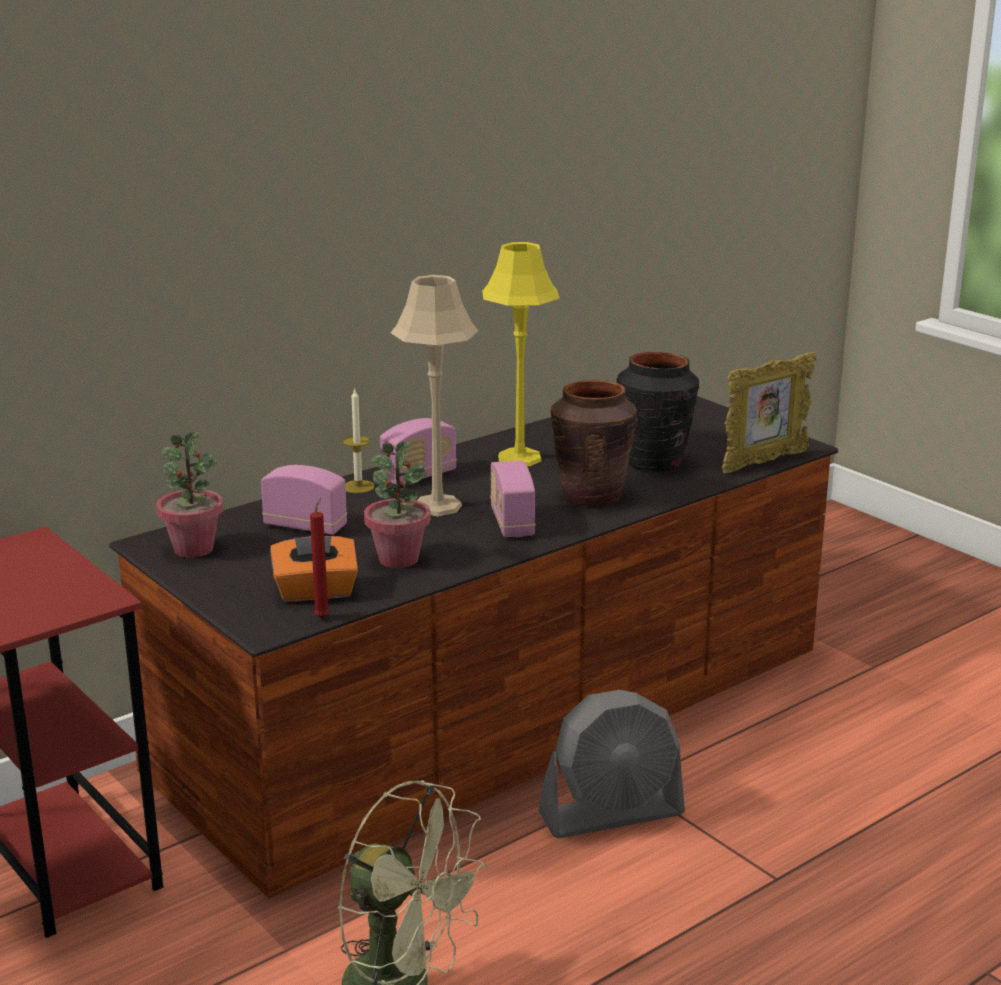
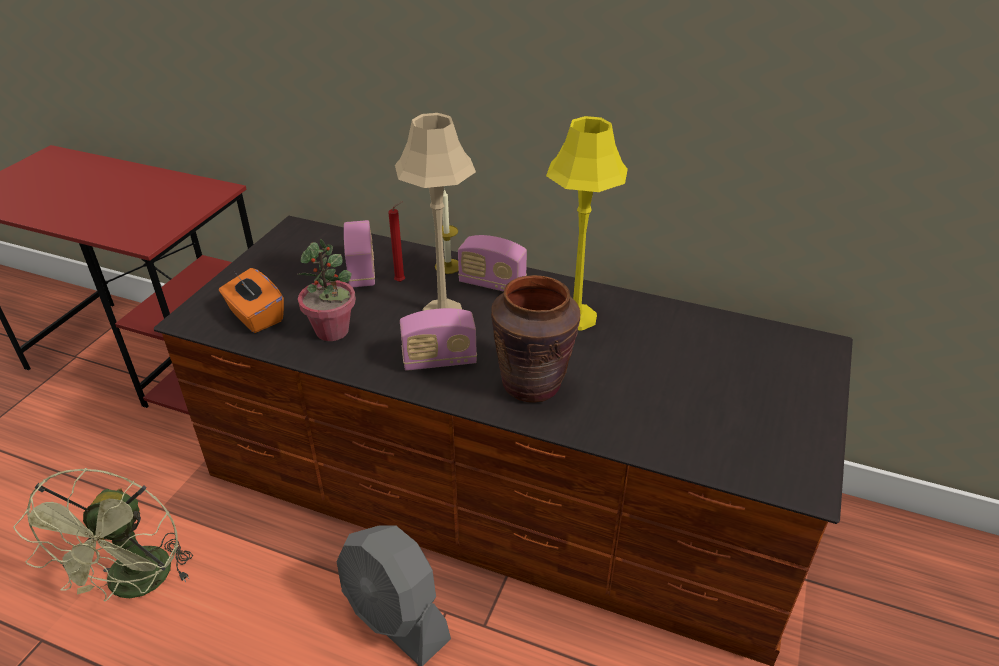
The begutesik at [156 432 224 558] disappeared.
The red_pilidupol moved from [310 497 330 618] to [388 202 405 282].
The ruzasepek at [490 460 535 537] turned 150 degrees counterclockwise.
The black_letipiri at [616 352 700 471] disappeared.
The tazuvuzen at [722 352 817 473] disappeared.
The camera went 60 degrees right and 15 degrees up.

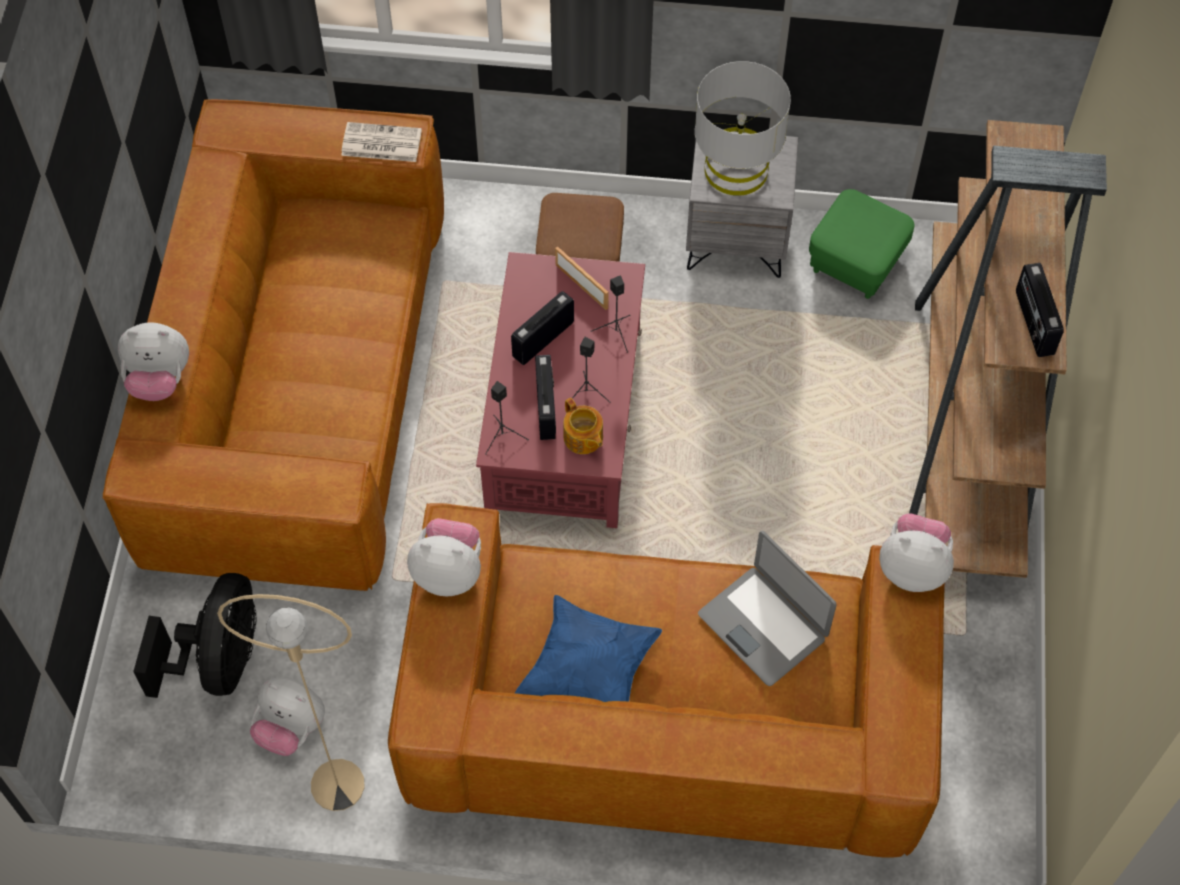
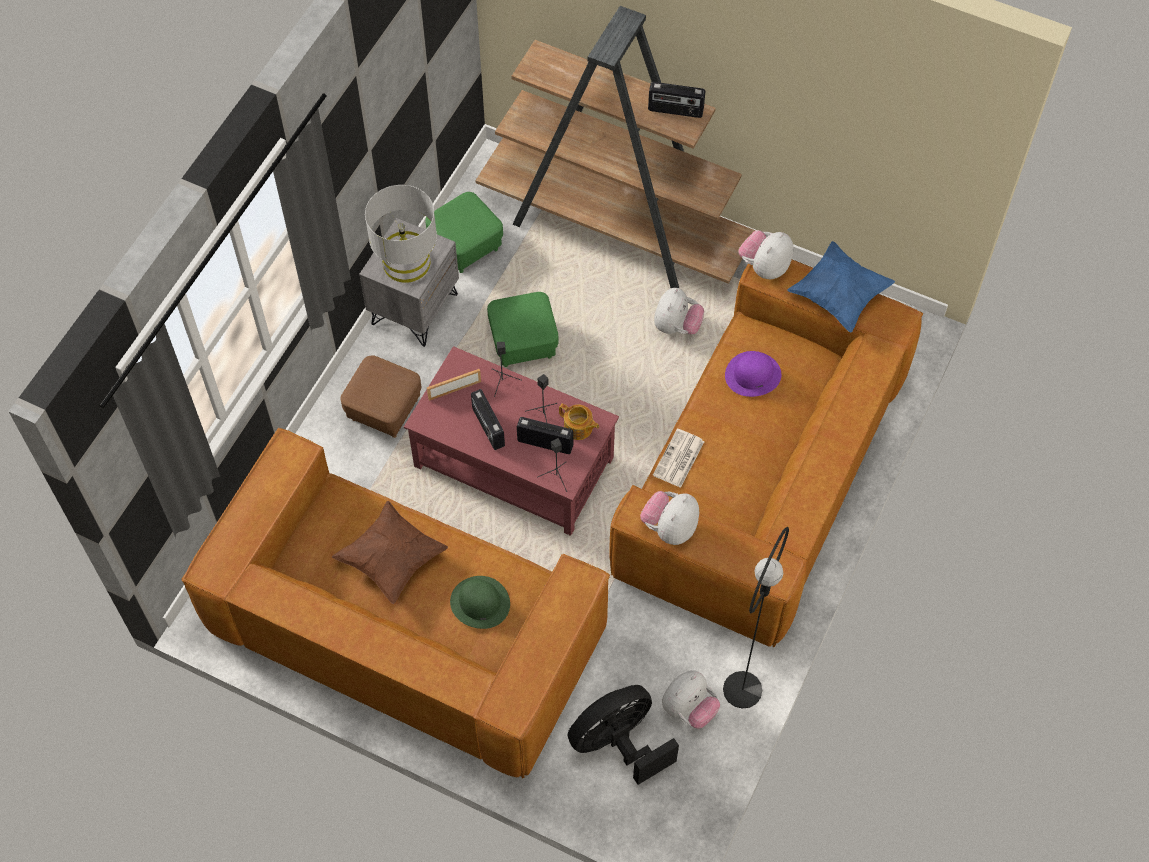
The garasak moved from [118 322 189 401] to [654 288 704 334].
The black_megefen at [133 573 257 698] turned 60 degrees counterclockwise.
The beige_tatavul at [217 594 365 811] became the black_tatavul at [723 527 789 709].
The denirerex moved from [341 122 422 162] to [653 429 704 488].
The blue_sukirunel moved from [515 595 662 702] to [787 241 895 333].
The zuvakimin at [563 398 603 454] turned 45 degrees clockwise.
The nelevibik at [698 531 837 686] was replaced by the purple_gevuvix at [725 351 781 397].
The brown_sukirunel at [332 501 448 604] appeared.
The green_gevuvix at [450 576 510 629] appeared.
The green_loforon at [487 292 558 367] appeared.
The camera went 70 degrees left and 0 degrees up.

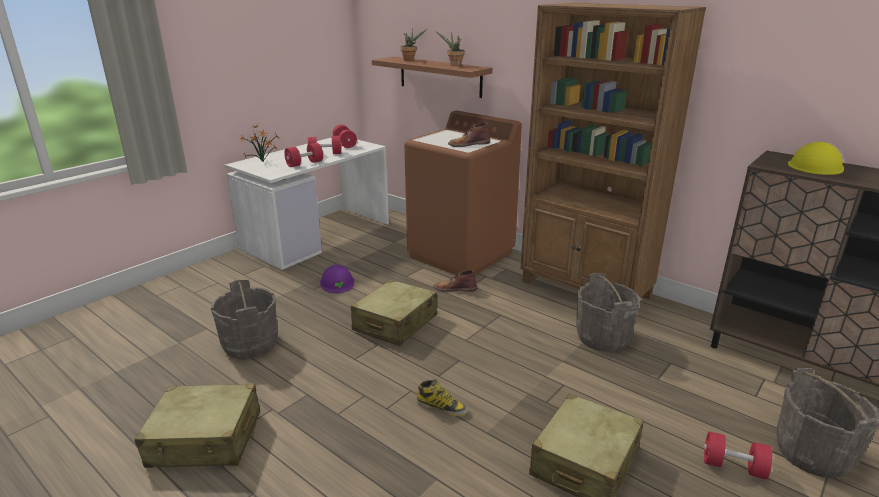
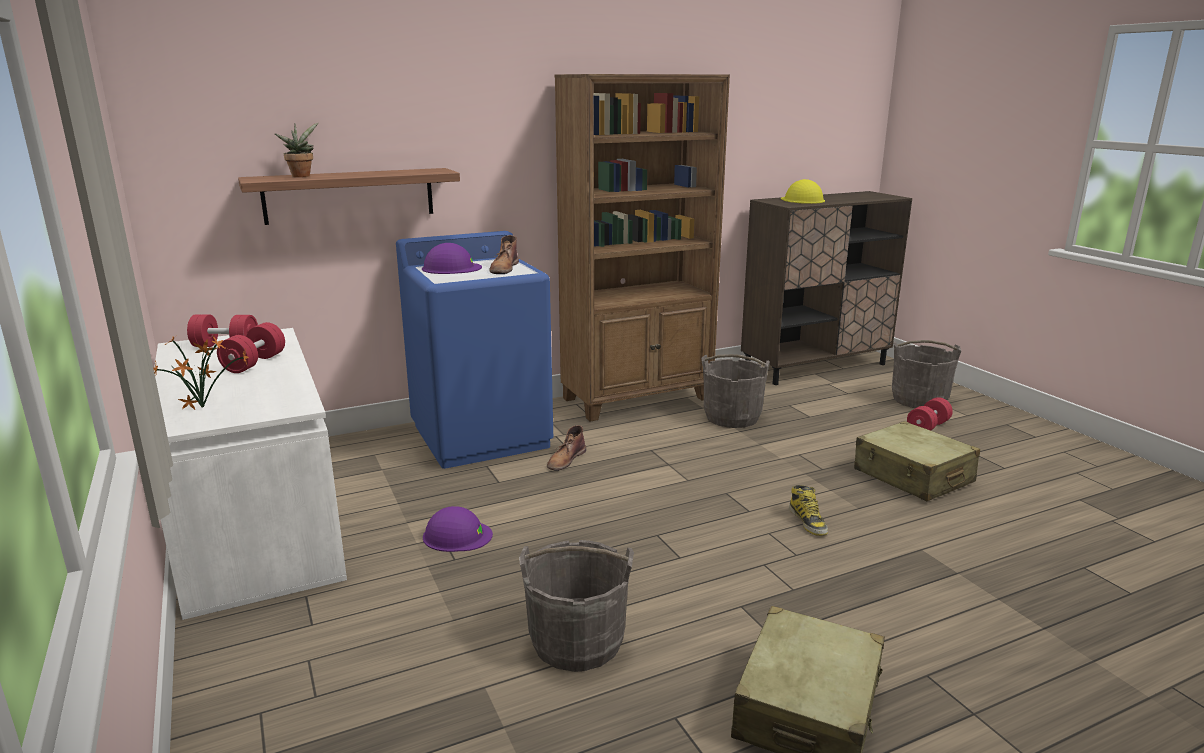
The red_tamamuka at [284 143 323 167] disappeared.
The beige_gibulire at [351 280 437 346] disappeared.
The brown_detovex at [404 111 522 275] became the blue_detovex at [396 231 553 469].
The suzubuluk at [416 379 468 416] turned 120 degrees clockwise.
The begutesik at [437 32 465 66] disappeared.
The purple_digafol at [422 243 482 274] appeared.
The camera went 65 degrees left and 5 degrees down.

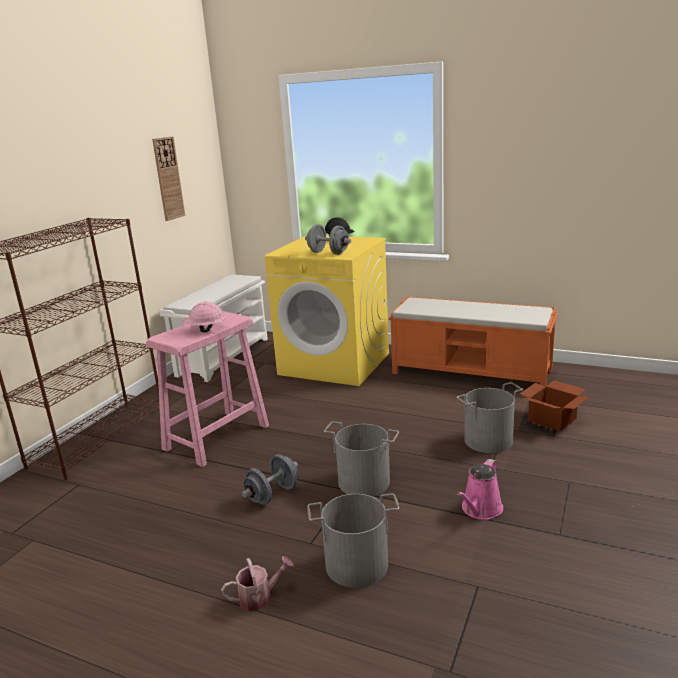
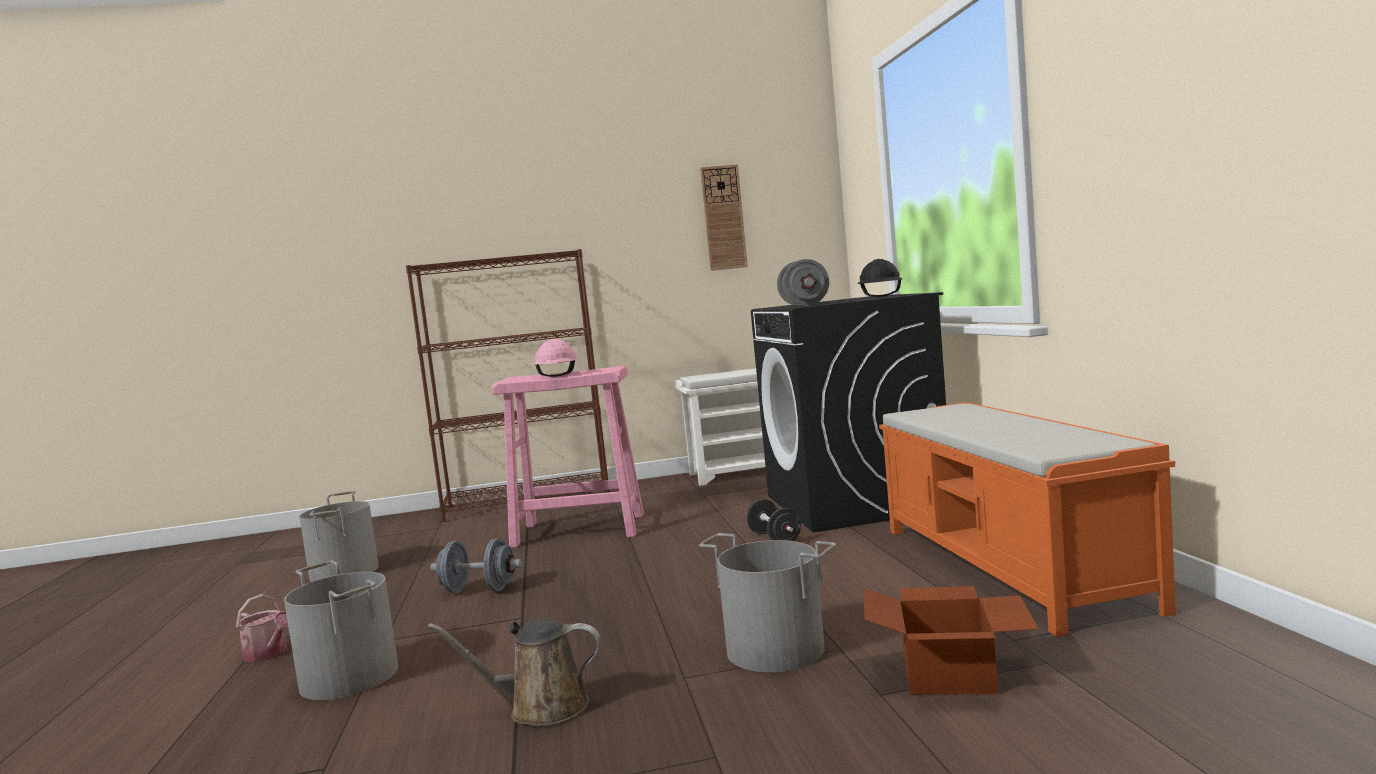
The yellow_detovex at [265 236 389 386] became the black_detovex at [751 292 946 532].
The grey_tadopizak moved from [324 421 399 496] to [299 491 379 582].
The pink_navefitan at [457 459 503 520] became the brown_navefitan at [428 619 601 726].
The black_tamamuka at [746 499 801 541] appeared.
The camera went 55 degrees right and 15 degrees down.

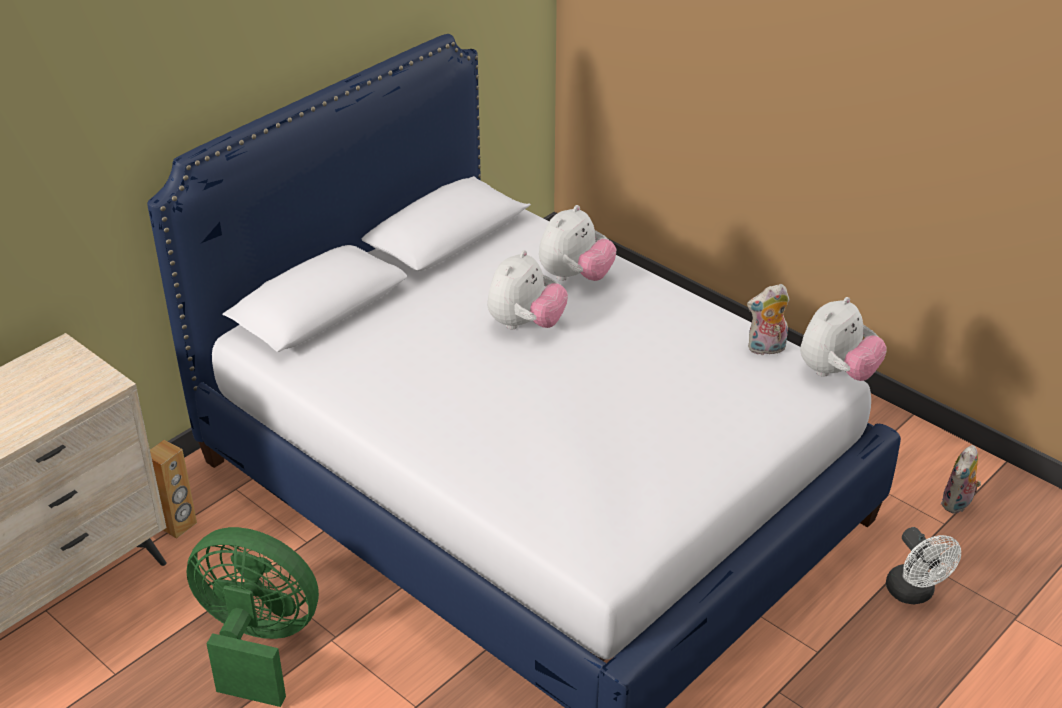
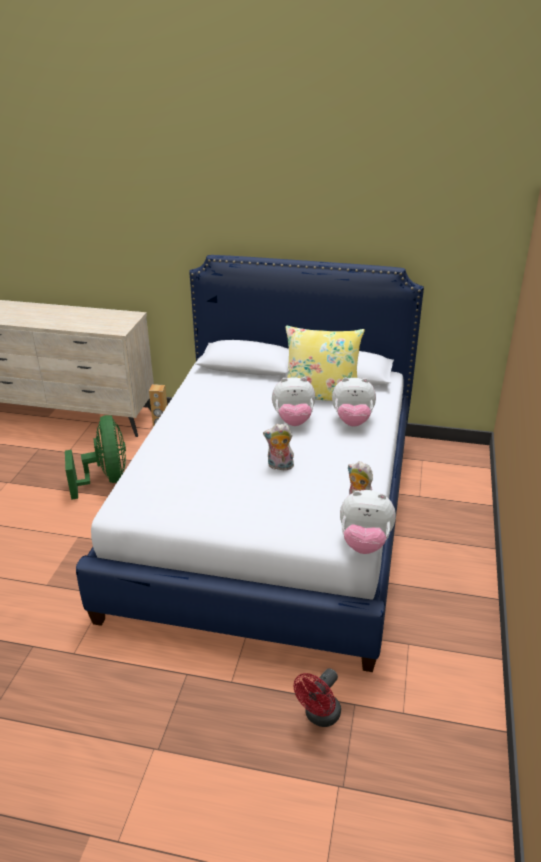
The white_megefen at [886 527 961 604] became the red_megefen at [294 668 341 727].
The garasak moved from [941 445 981 514] to [263 424 294 470].
The yellow_sukirunel at [286 326 365 401] appeared.
The camera went 60 degrees right and 5 degrees down.

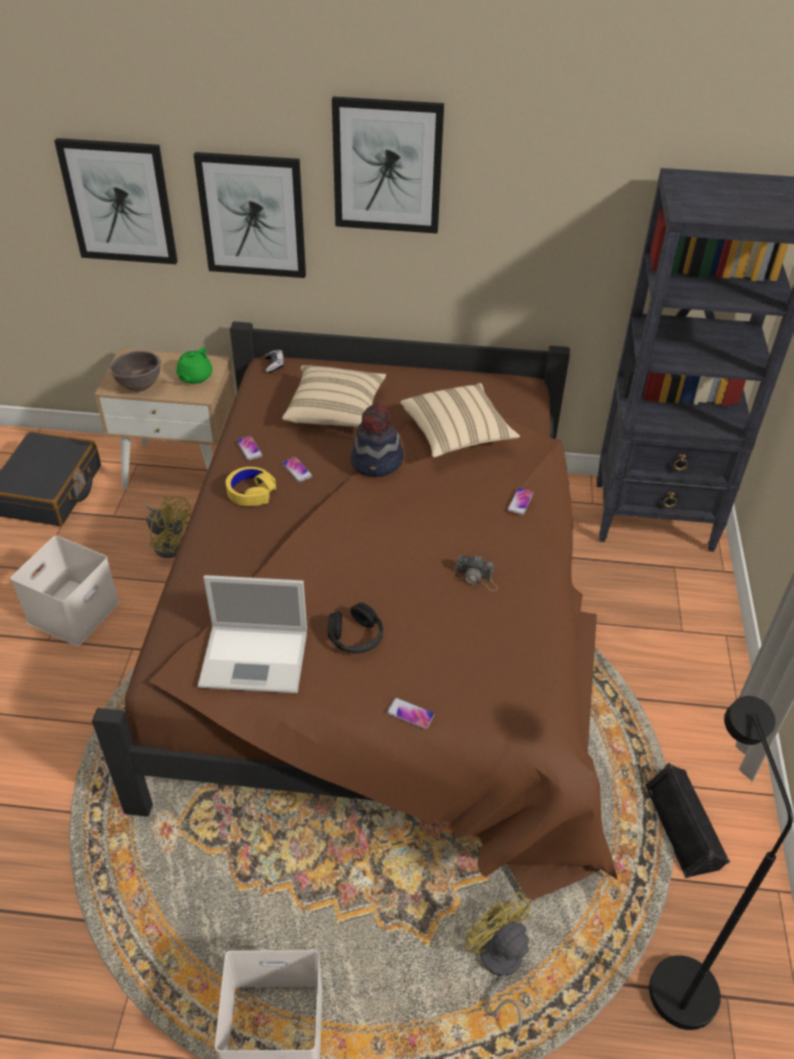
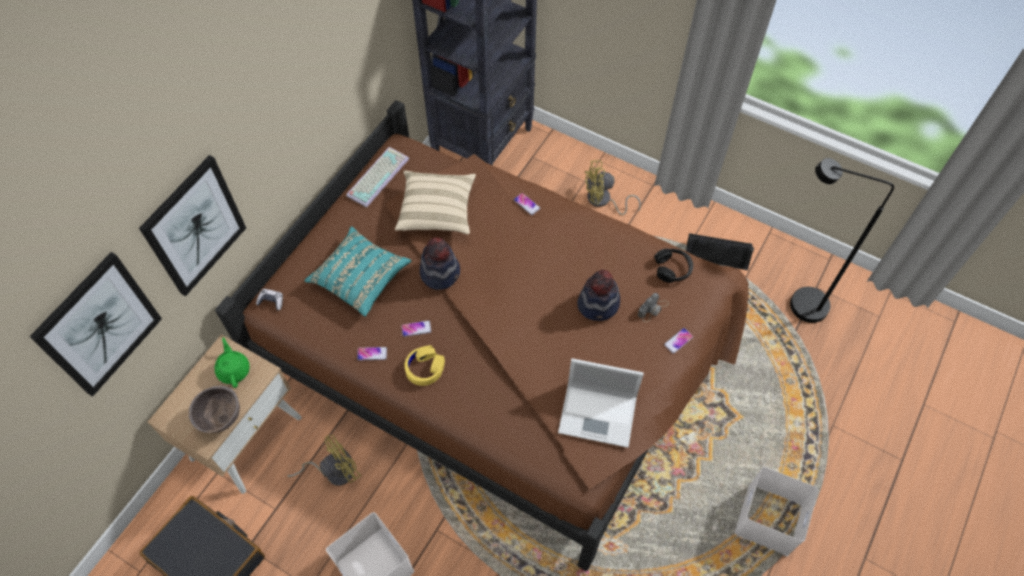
The green_zuvakimin at [176 347 212 384] turned 150 degrees counterclockwise.
The nelevibik at [198 575 307 693] turned 75 degrees clockwise.
The beige_sukirunel at [282 365 386 427] became the turquoise_sukirunel at [305 226 411 317].
The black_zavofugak moved from [328 603 383 654] to [654 249 693 283].
The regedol at [332 97 444 233] disappeared.
The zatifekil moved from [453 555 498 591] to [638 293 669 322].
The yellow_megefen moved from [464 891 531 1040] to [584 160 641 215].
The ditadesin at [346 147 409 207] appeared.
The gevuvix at [577 270 620 321] appeared.
The camera went 65 degrees left and 15 degrees up.

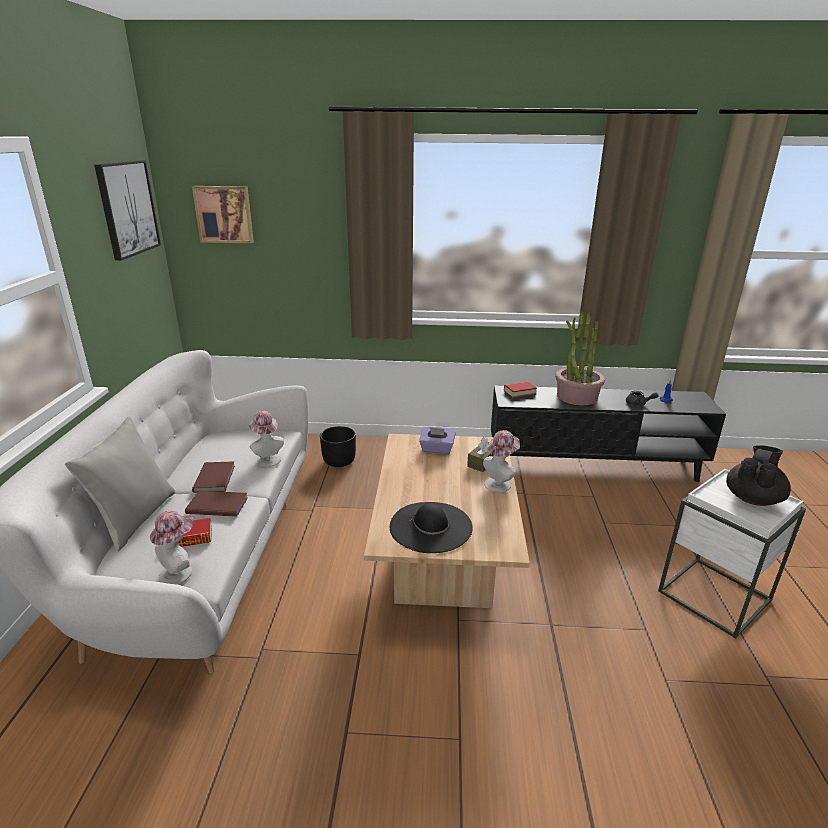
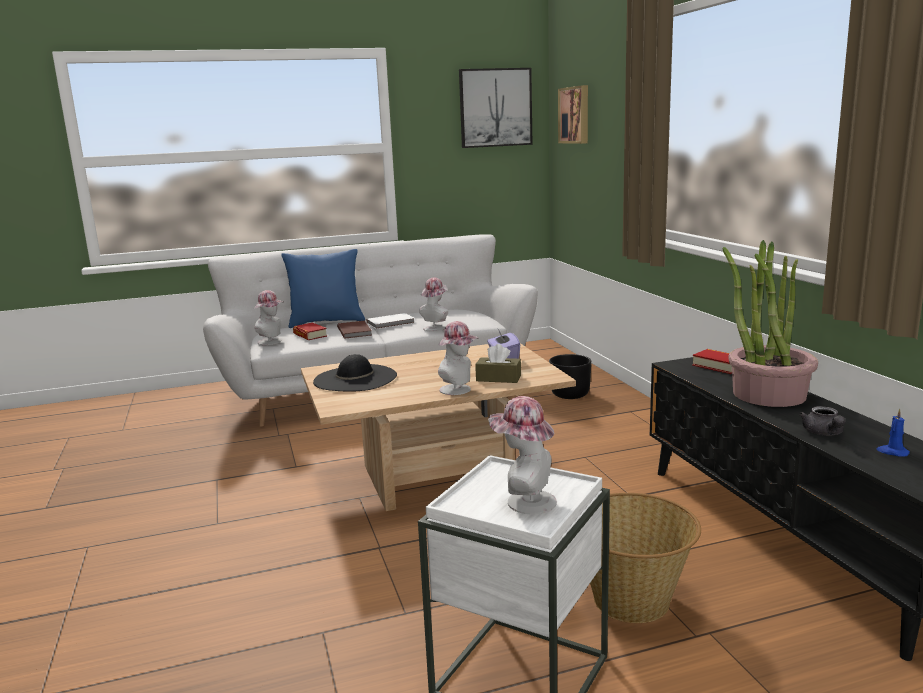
The grey_sukirunel at [65 416 175 551] became the blue_sukirunel at [281 249 365 328].
The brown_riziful at [192 461 235 493] became the white_riziful at [366 313 415 329].
The black_zuvakimin at [726 445 791 506] was replaced by the gevuvix at [488 396 557 514].
The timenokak at [590 493 701 623] appeared.
The camera went 70 degrees right and 10 degrees down.

